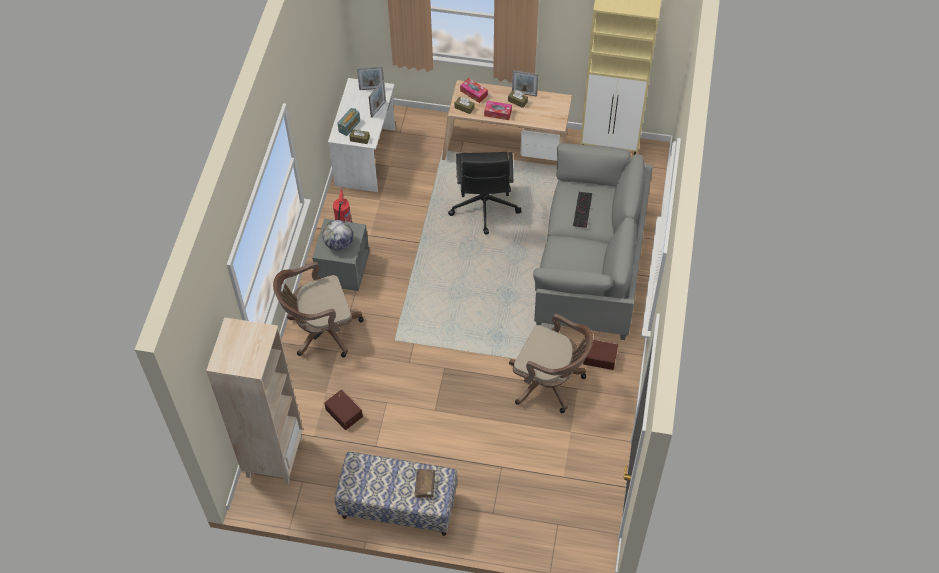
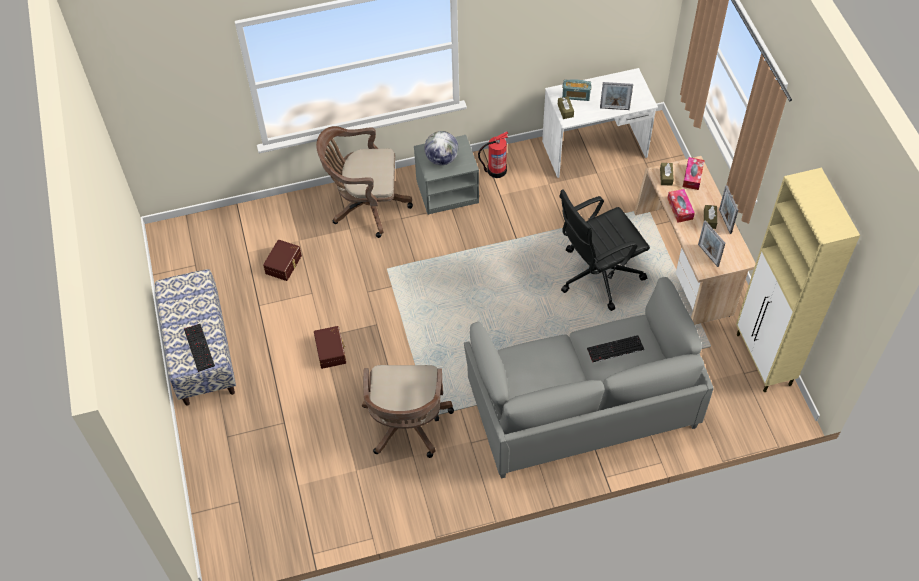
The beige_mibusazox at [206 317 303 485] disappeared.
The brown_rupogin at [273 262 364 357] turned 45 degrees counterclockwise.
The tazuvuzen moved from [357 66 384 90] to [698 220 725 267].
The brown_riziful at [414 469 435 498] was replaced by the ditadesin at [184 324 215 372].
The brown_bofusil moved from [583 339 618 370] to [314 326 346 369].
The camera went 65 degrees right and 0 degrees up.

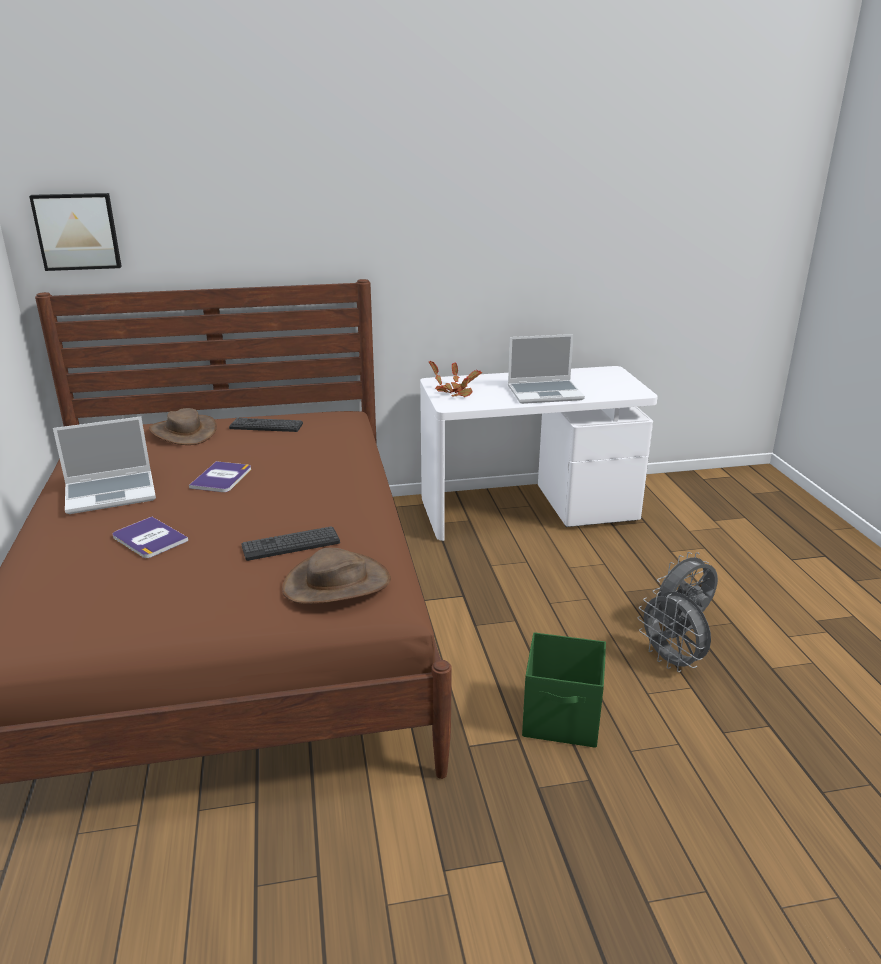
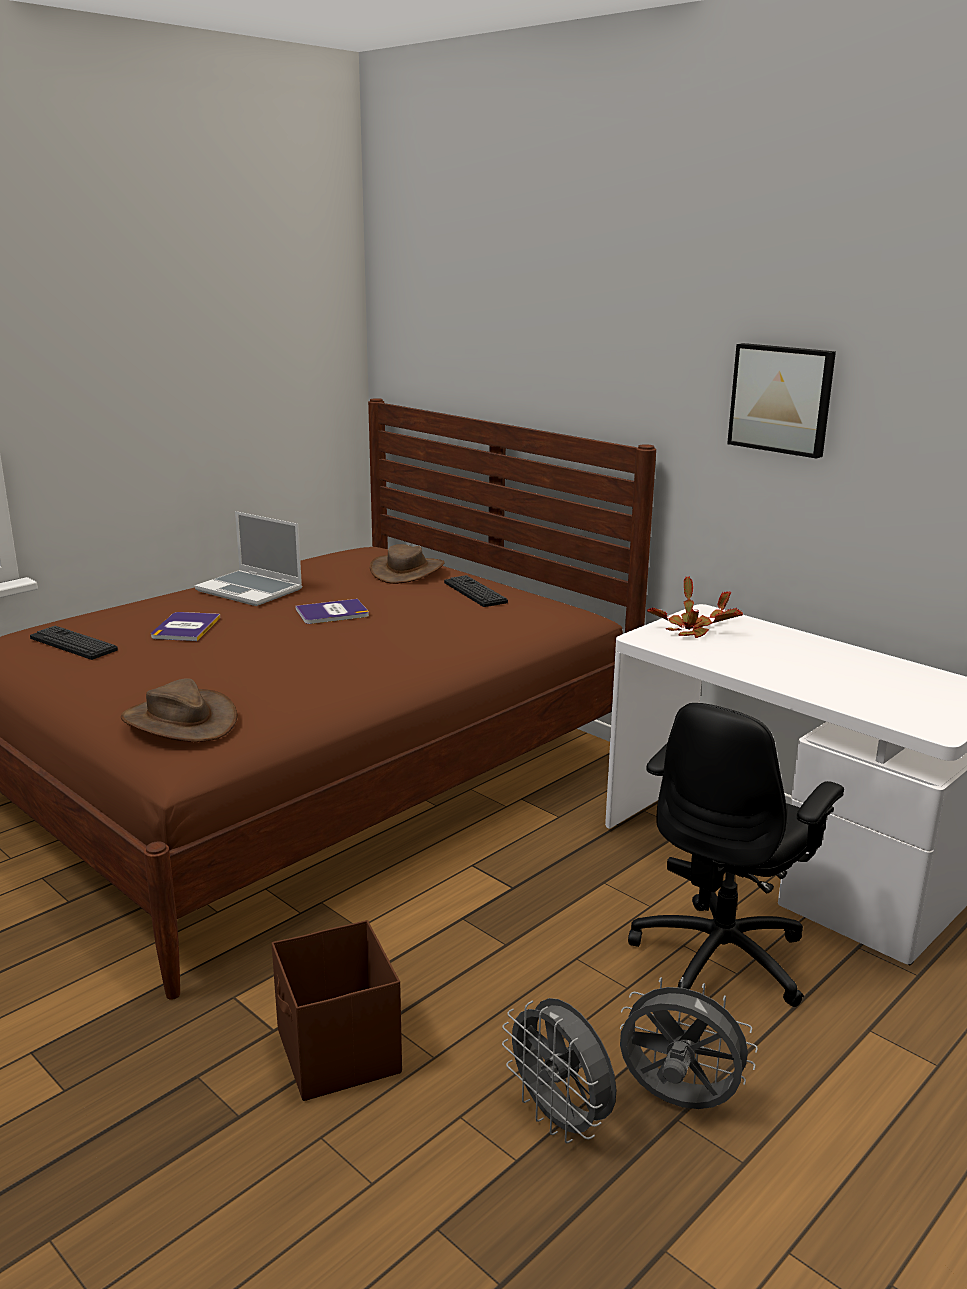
The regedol moved from [29 193 122 271] to [727 343 836 459].
The ditadesin moved from [241 526 340 561] to [30 626 118 660].
The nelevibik at [508 334 585 404] disappeared.
The green_bofusil at [522 632 606 748] became the brown_bofusil at [272 920 402 1101].
The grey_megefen at [637 591 711 672] turned 60 degrees counterclockwise.
The black_rupogin at [628 703 844 1007] appeared.
The camera went 55 degrees right and 5 degrees down.

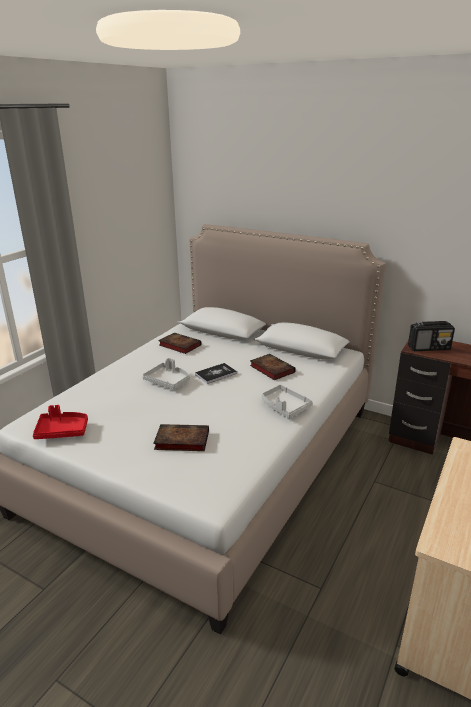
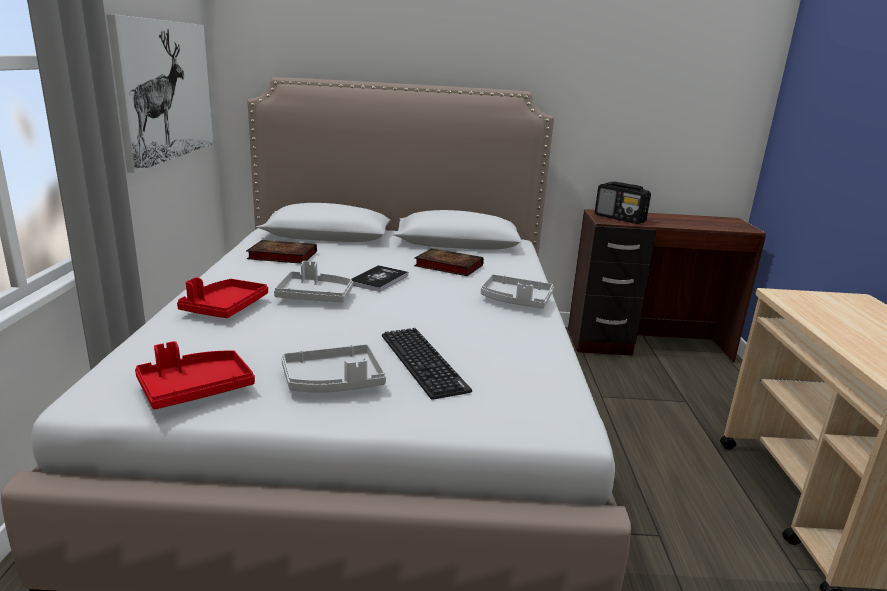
The riziful at [153 424 209 451] was replaced by the ditadesin at [382 328 472 400].
The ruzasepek at [408 321 455 351] turned 75 degrees clockwise.
The regedol at [106 14 213 173] appeared.
The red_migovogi at [177 277 268 318] appeared.
The grey_migovogi at [281 344 386 393] appeared.
The camera went 30 degrees left and 5 degrees down.

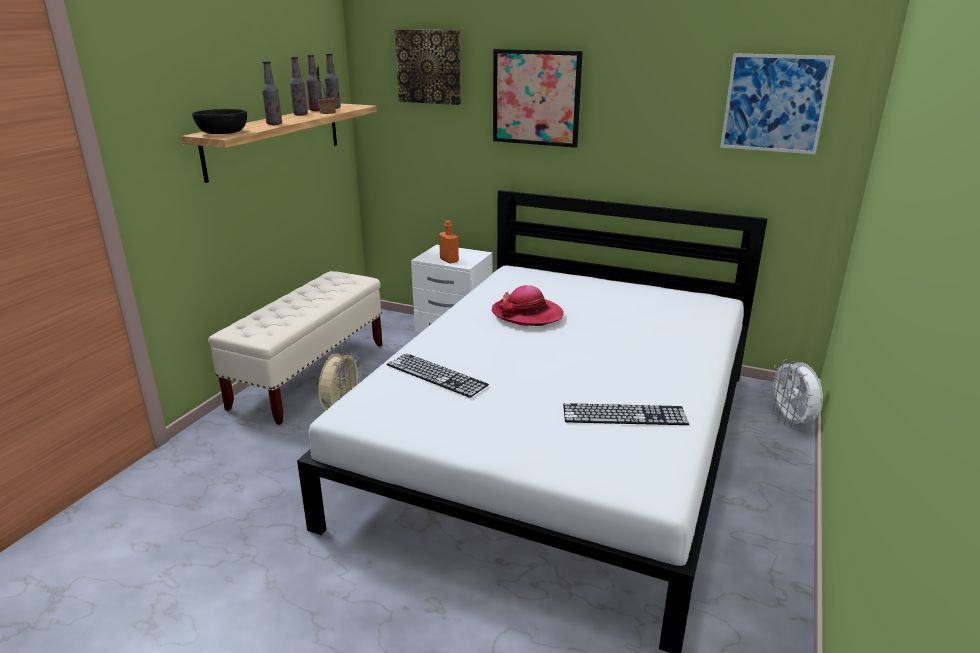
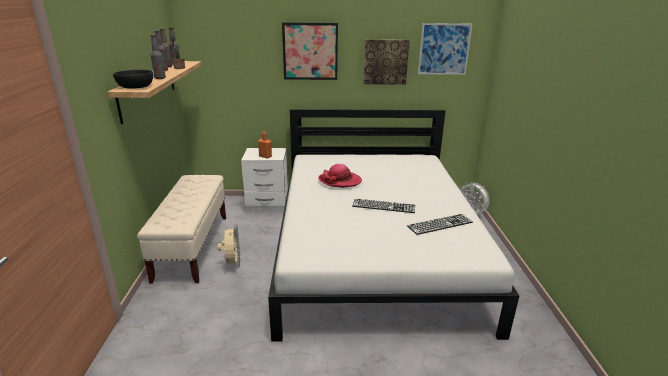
The ditadesin moved from [387 353 489 398] to [352 199 415 213].
The regedol moved from [395 29 461 105] to [364 39 410 85].
The camera went 25 degrees left and 0 degrees up.

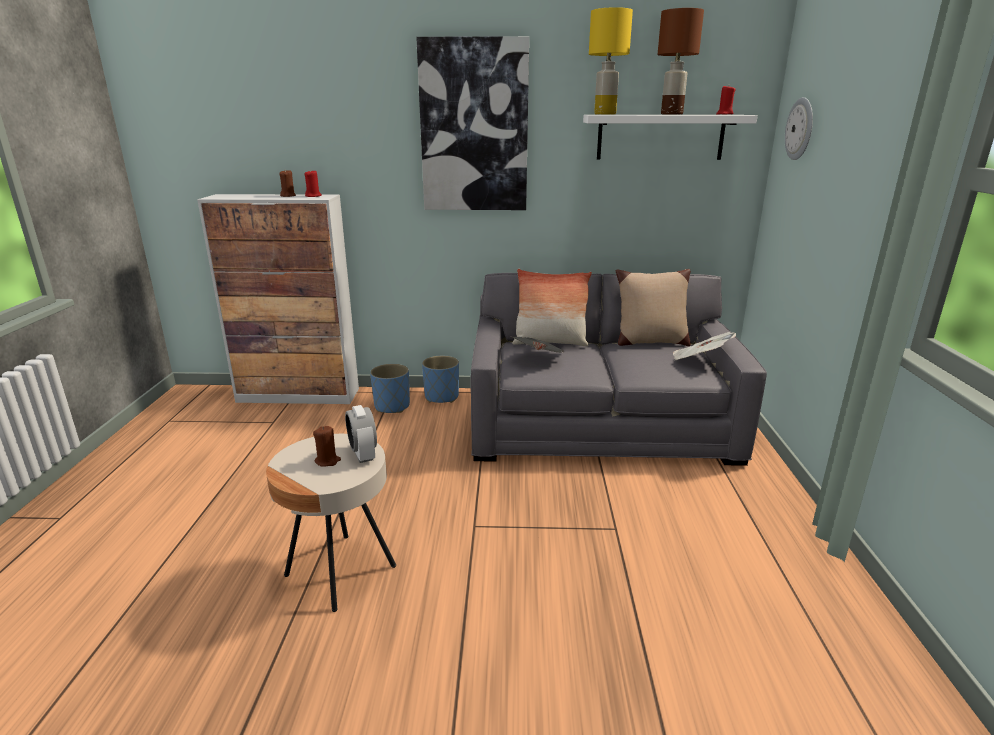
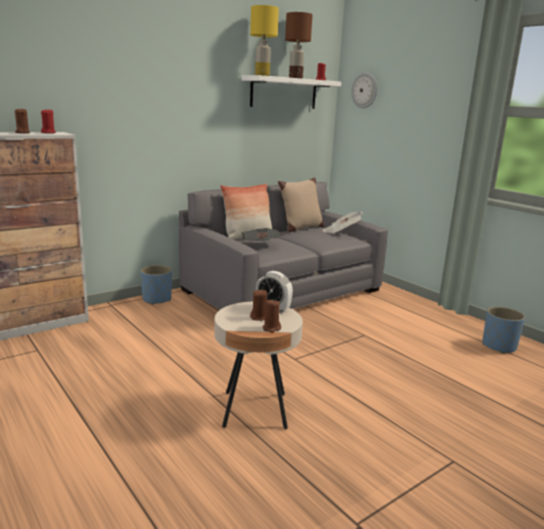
The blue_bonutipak moved from [370 364 410 413] to [482 307 525 354].
The regedol at [416 36 529 210] disappeared.
The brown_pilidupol at [263 300 281 333] appeared.
The camera went 40 degrees left and 5 degrees down.

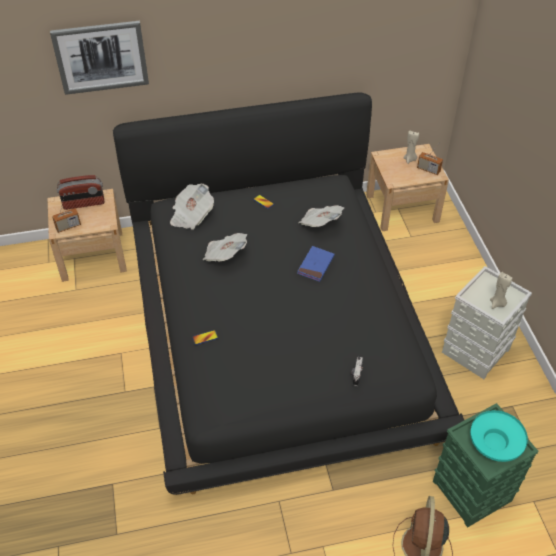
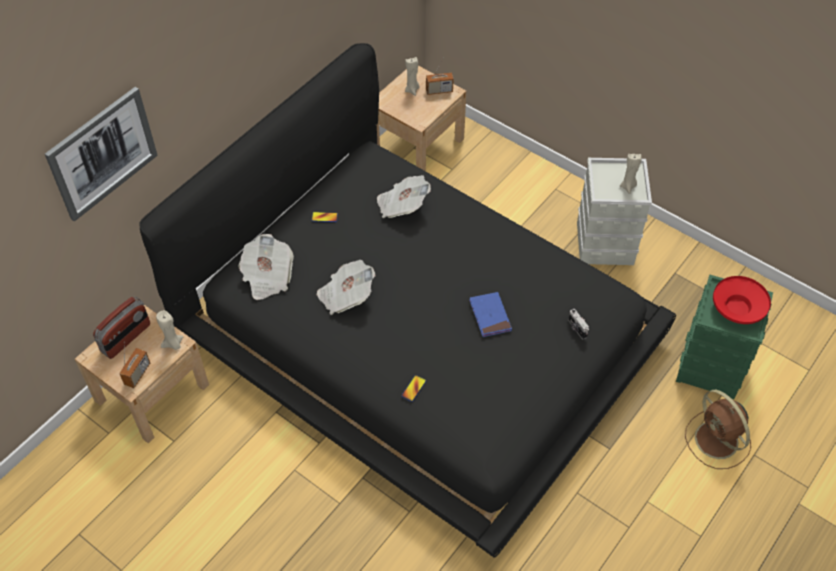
The blue_riziful moved from [297 246 335 282] to [469 292 512 337].
The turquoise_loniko at [470 410 528 462] became the red_loniko at [713 276 771 324].
The beige_pilidupol at [156 310 183 350] appeared.
The camera went 40 degrees left and 5 degrees up.

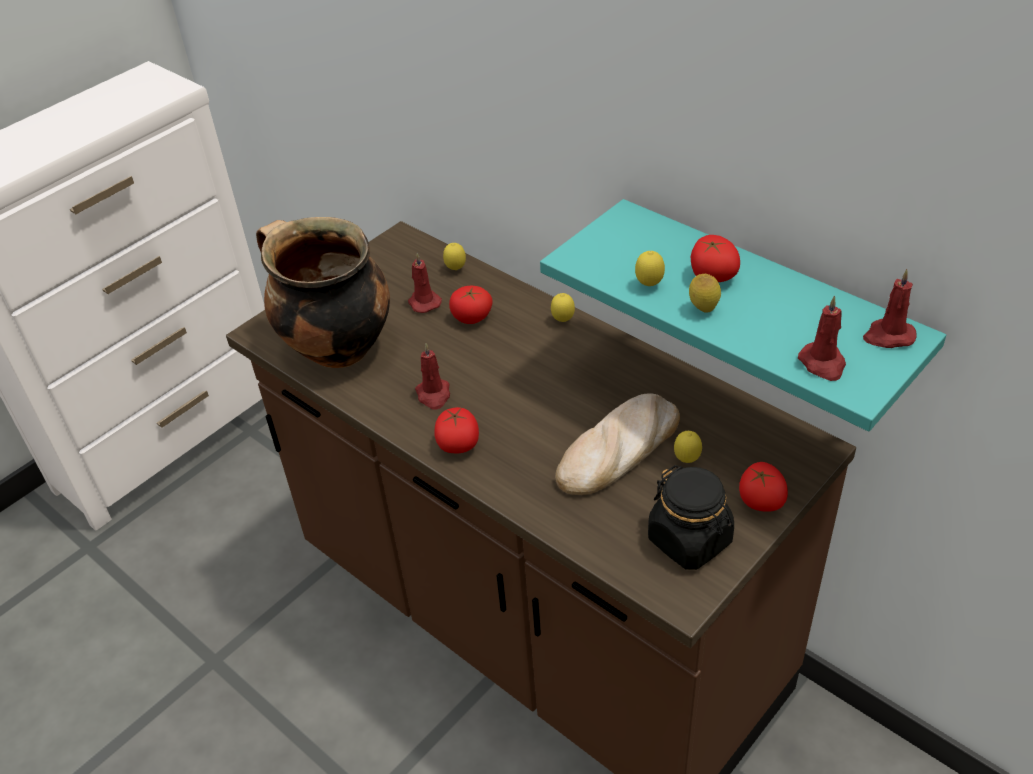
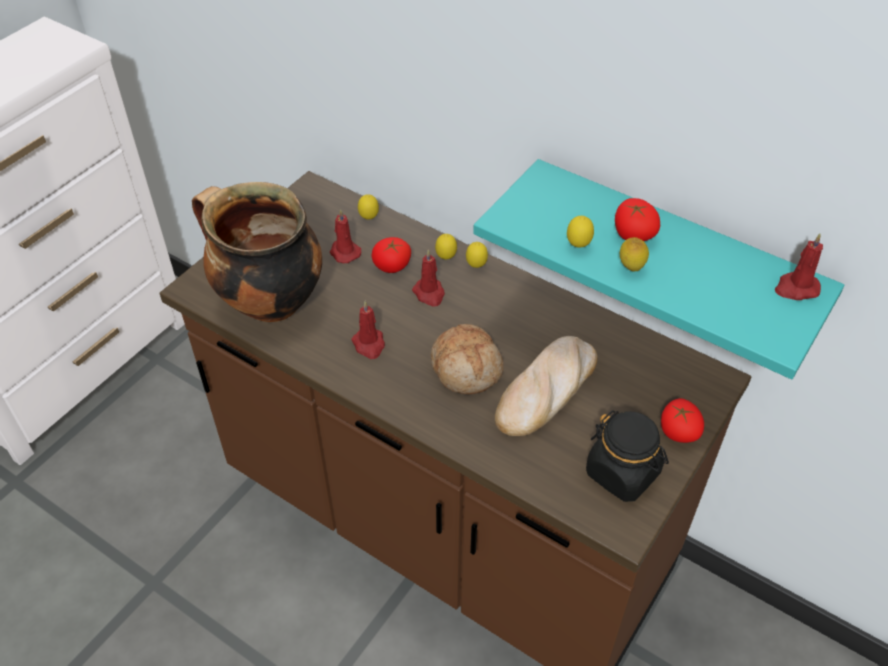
The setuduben at [435 407 479 453] disappeared.
The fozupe moved from [674 431 702 463] to [435 234 457 259].
The red_pilidupol moved from [798 295 846 381] to [412 249 445 307].
The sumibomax at [431 324 504 394] appeared.
The camera went 10 degrees left and 5 degrees up.

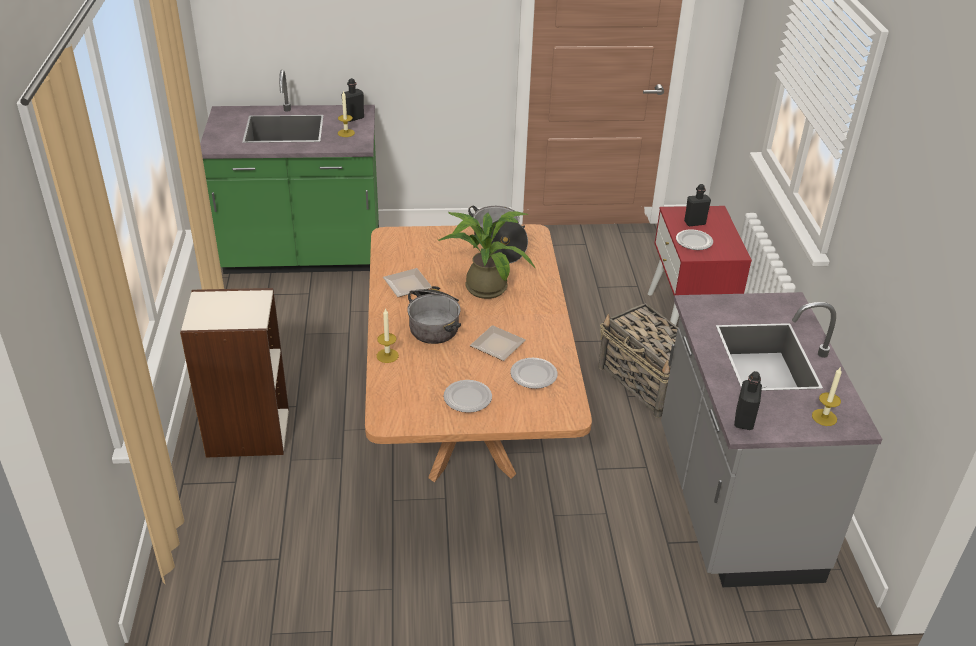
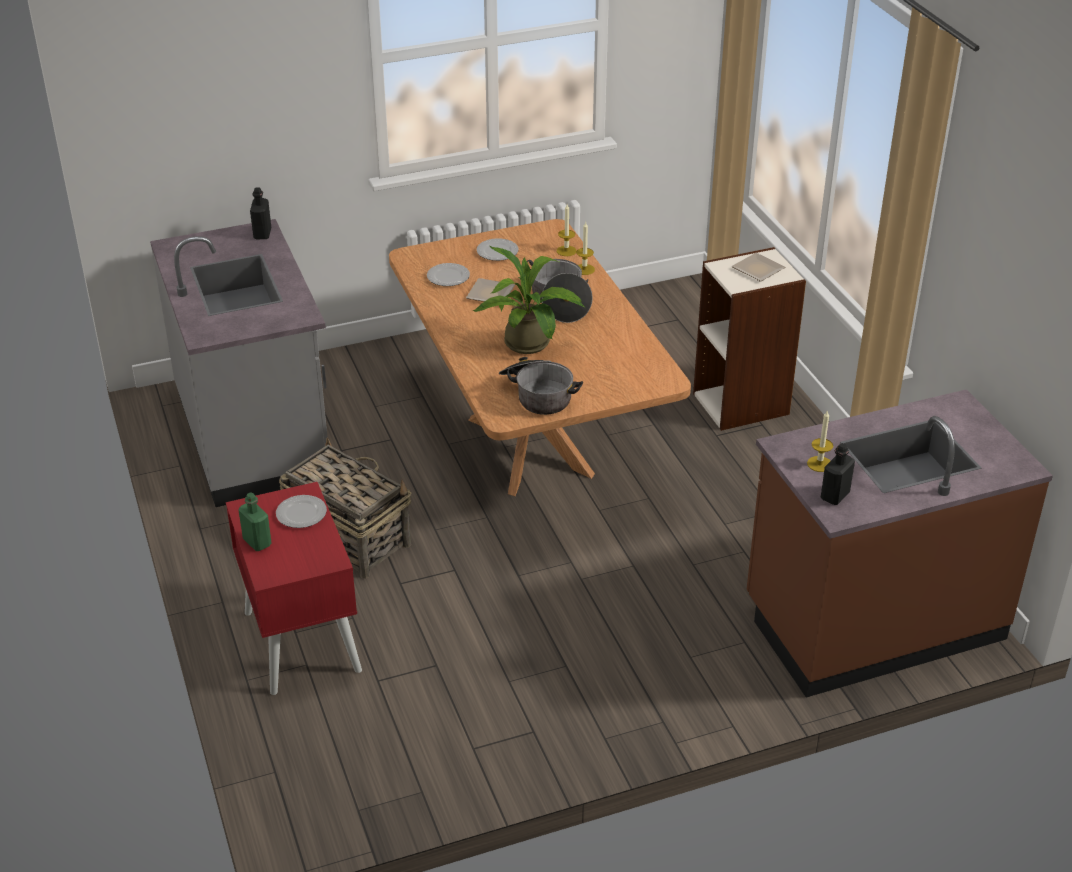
The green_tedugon at [200 70 379 274] became the brown_tedugon at [747 389 1053 698].
The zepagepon moved from [383 268 432 297] to [731 253 785 282].
The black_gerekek at [684 184 711 226] disappeared.
The pilidupol moved from [812 368 842 426] to [557 204 576 256].
The green_gerekek at [238 492 272 551] appeared.
The camera went 165 degrees right and 0 degrees up.

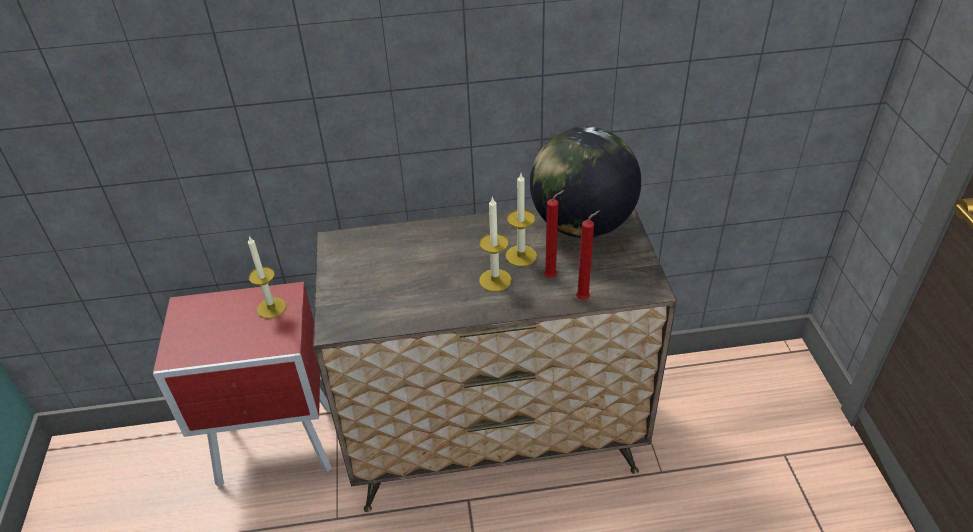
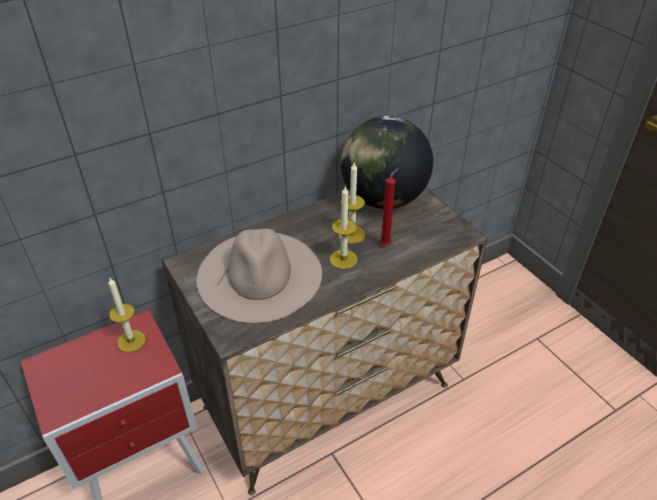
The red_pilidupol at [576 211 599 300] disappeared.
The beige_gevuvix at [197 229 322 323] appeared.
The camera went 25 degrees left and 0 degrees up.

